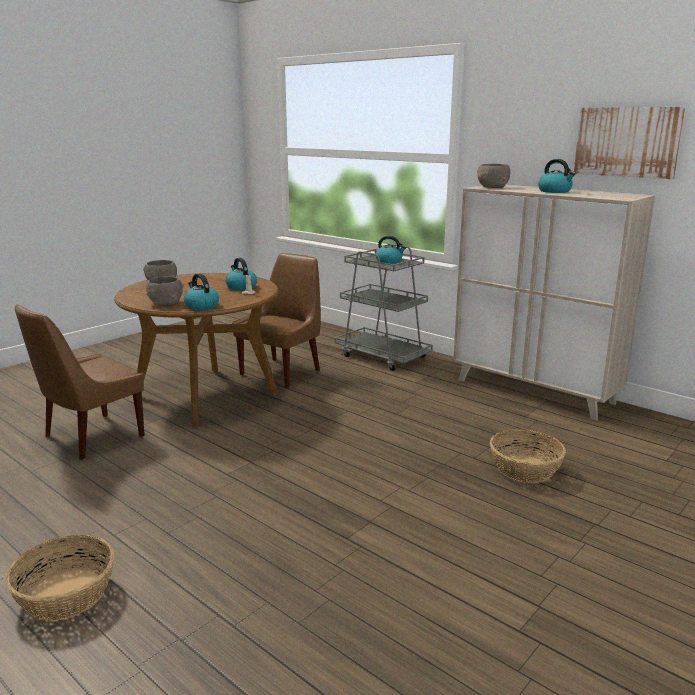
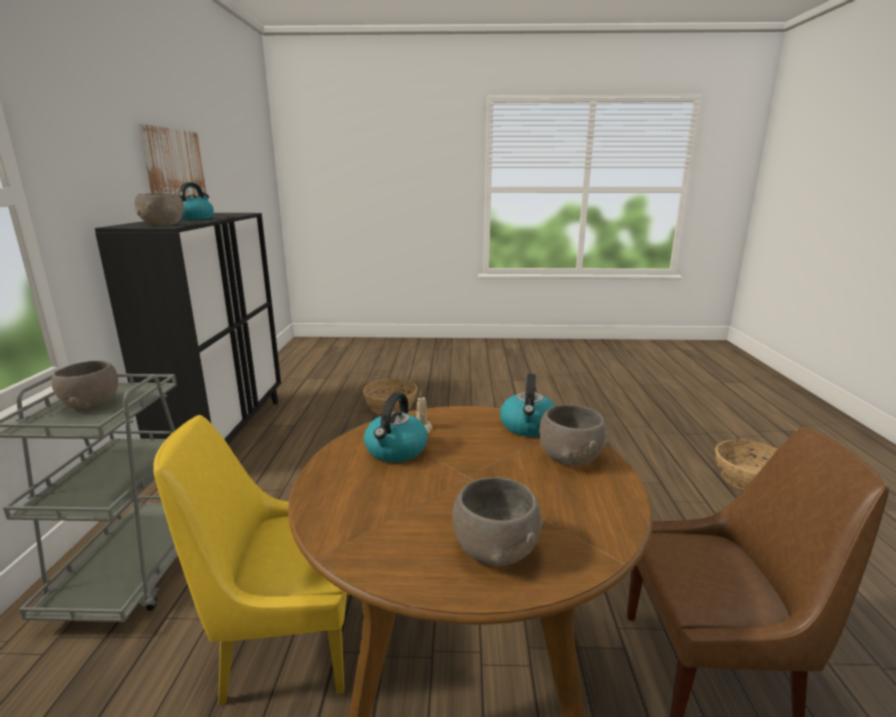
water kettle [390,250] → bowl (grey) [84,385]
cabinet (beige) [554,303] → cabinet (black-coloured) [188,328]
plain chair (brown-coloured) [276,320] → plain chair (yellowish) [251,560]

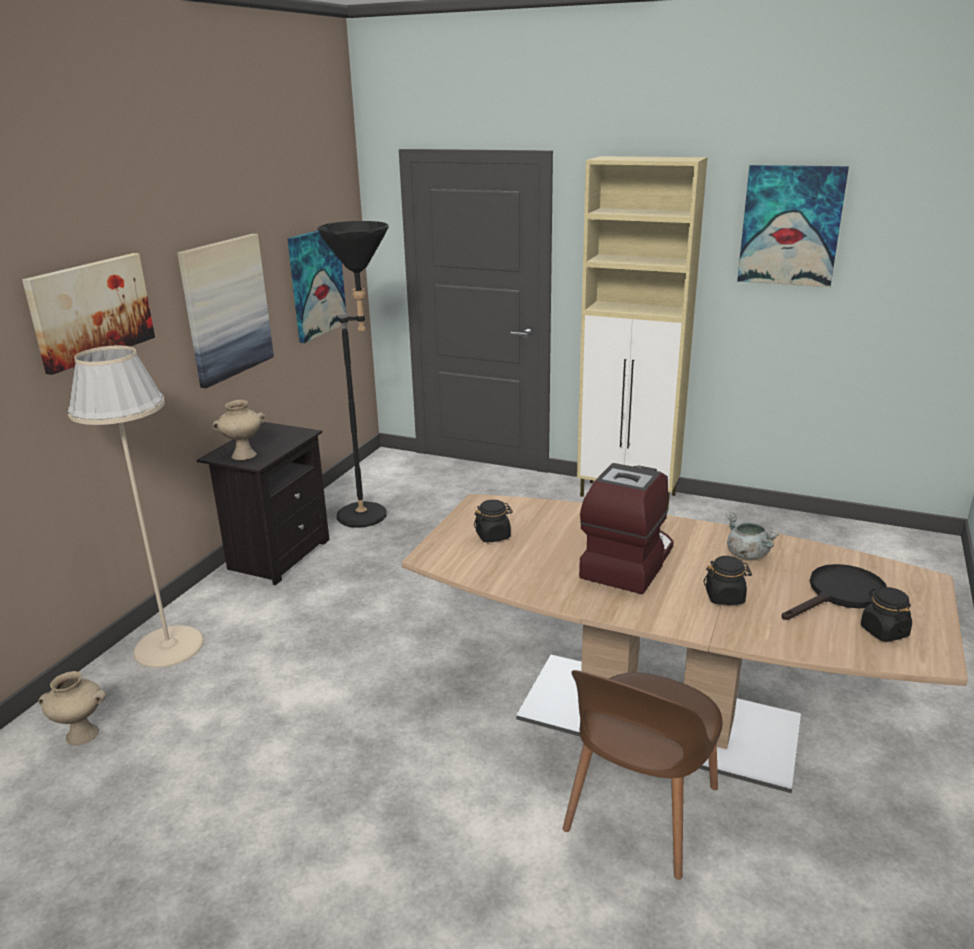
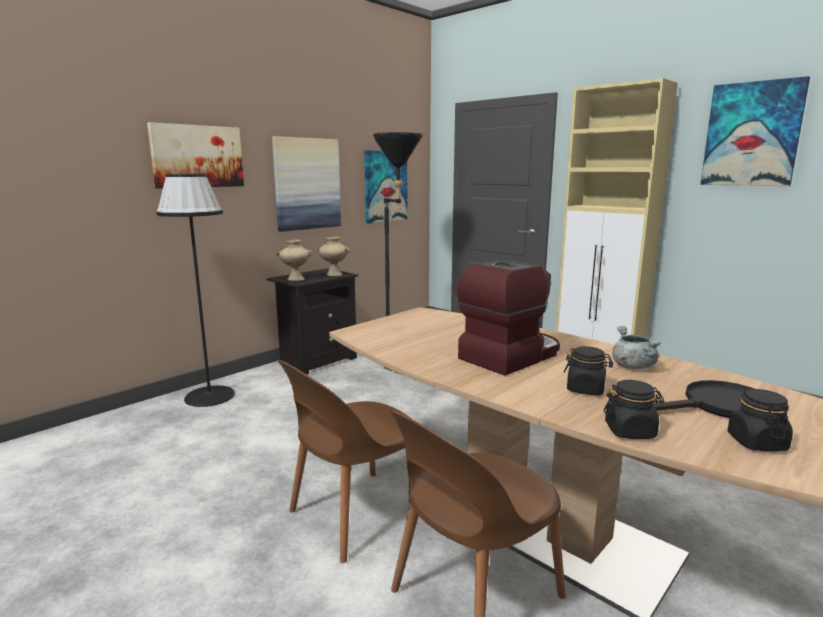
standing lamp (beige) [135,506] → standing lamp (black-coloured) [195,290]
- → plain chair (brown-coloured) [343,461]
vase (beige) [72,708] → vase (beige) [334,256], shifted
preserve jar (black-coloured) [493,521] → preserve jar (black-coloured) [634,409], shifted

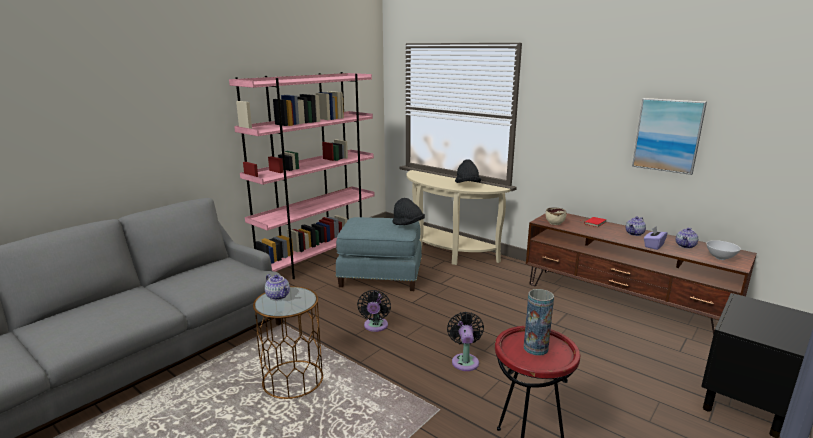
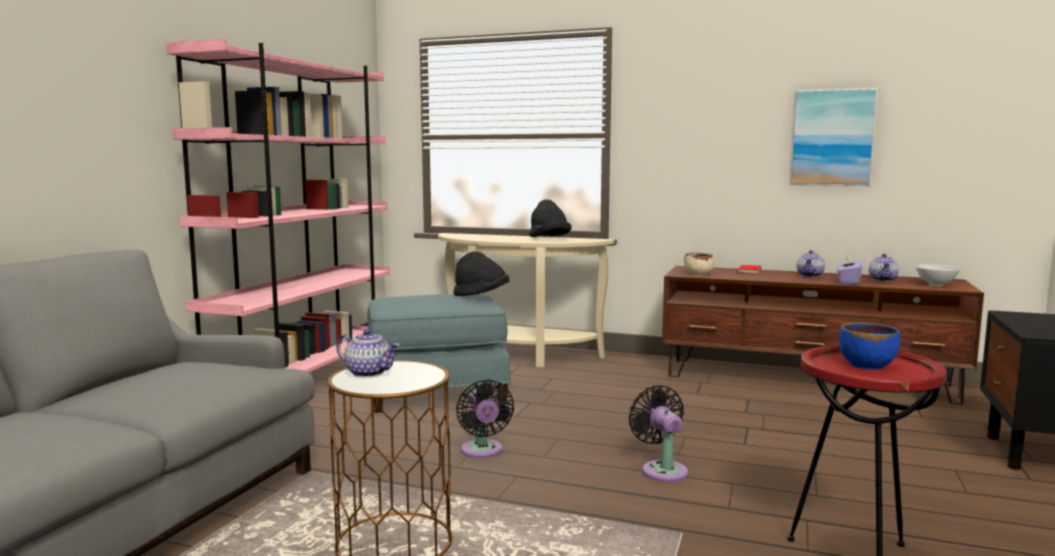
vase [539,322] → bowl (blue-coloured) [870,345]

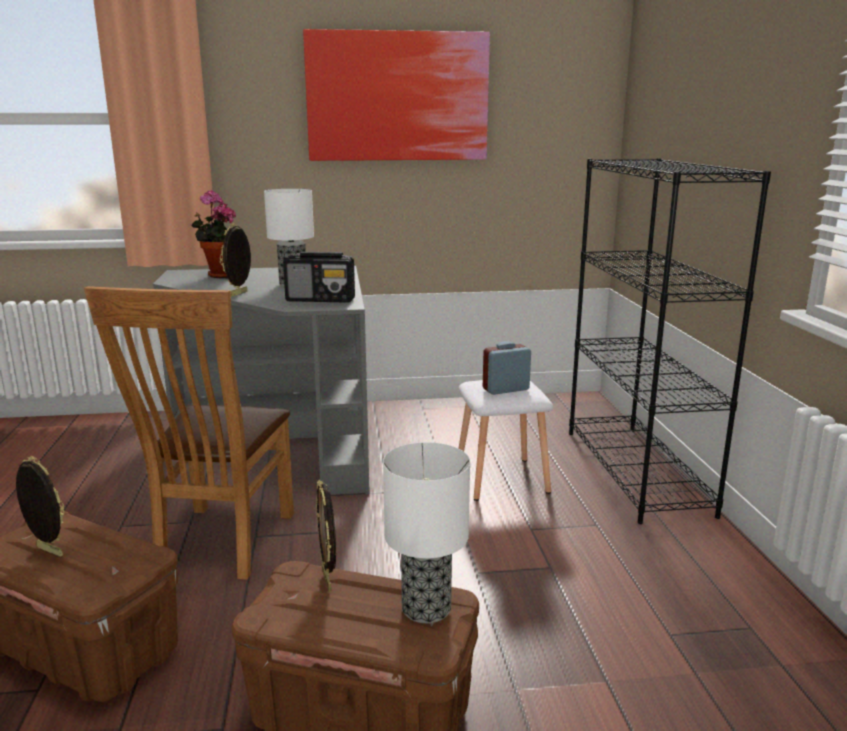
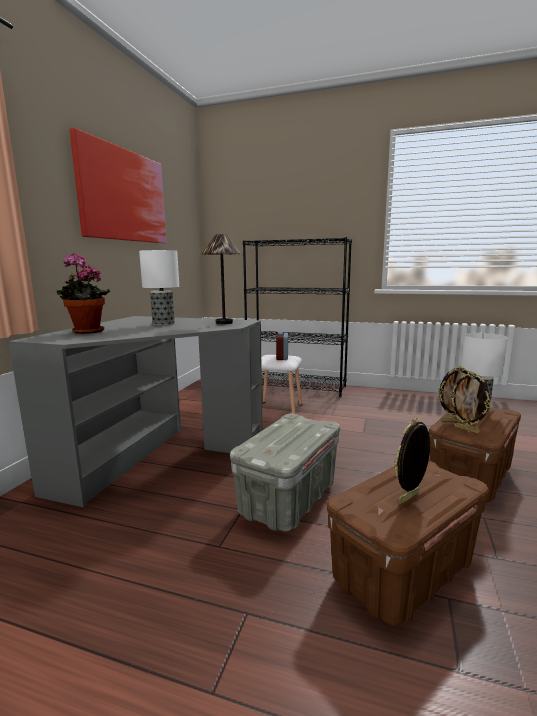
radio receiver [319,277] → lamp for a table [222,279]
plain chair (brown-coloured) [189,433] → storage box (grey) [285,473]
picture frame [235,259] → picture frame [471,402], shifted

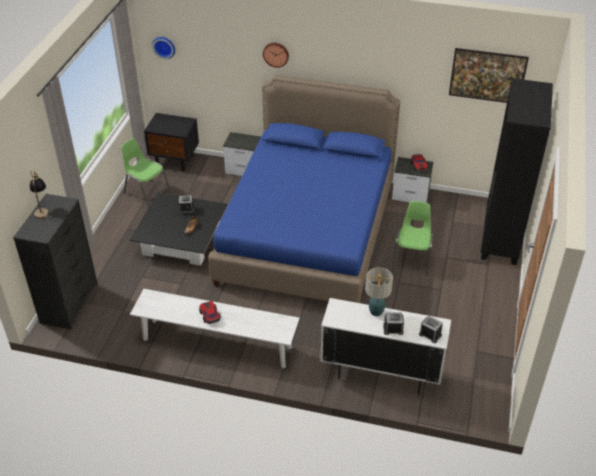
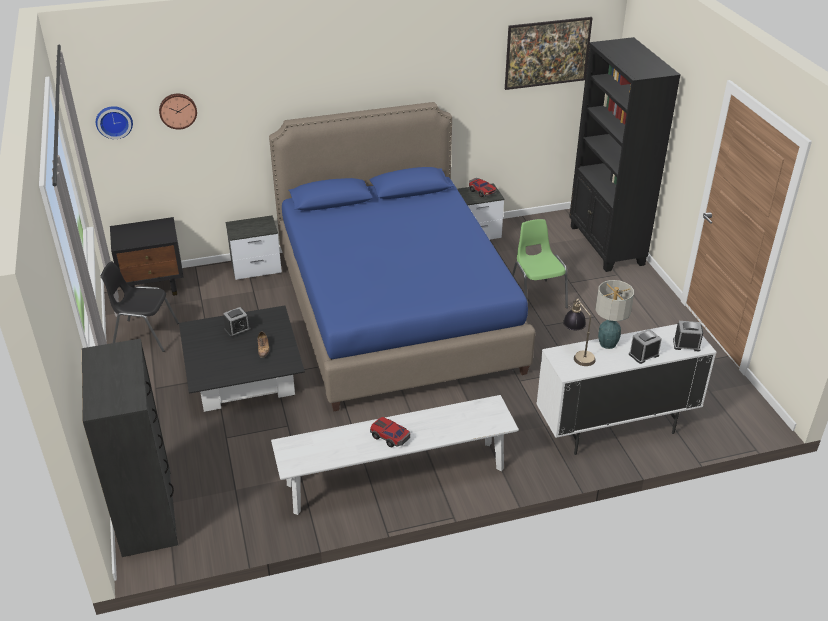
plain chair (greenish) [146,173] → plain chair (black-coloured) [140,306]
hanging clock [276,55] → hanging clock [178,112], shifted
lamp for a table [39,194] → lamp for a table [579,332], shifted

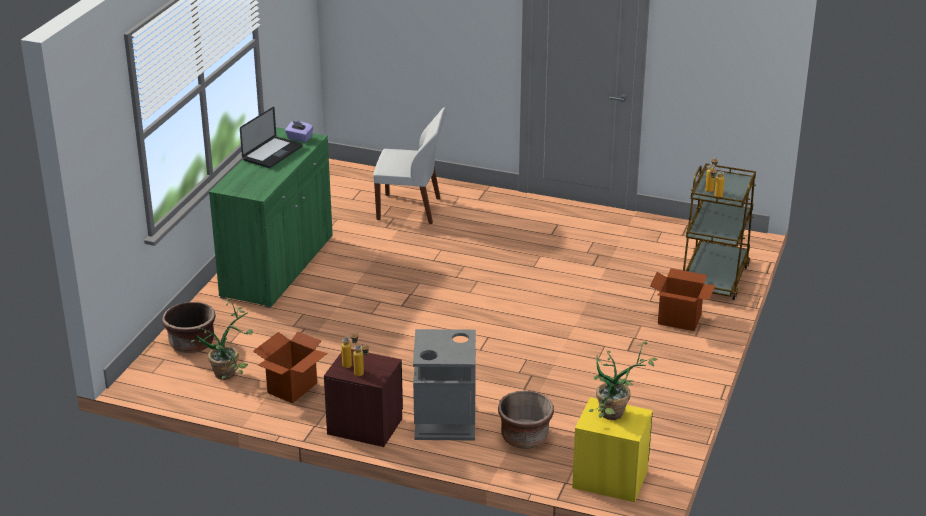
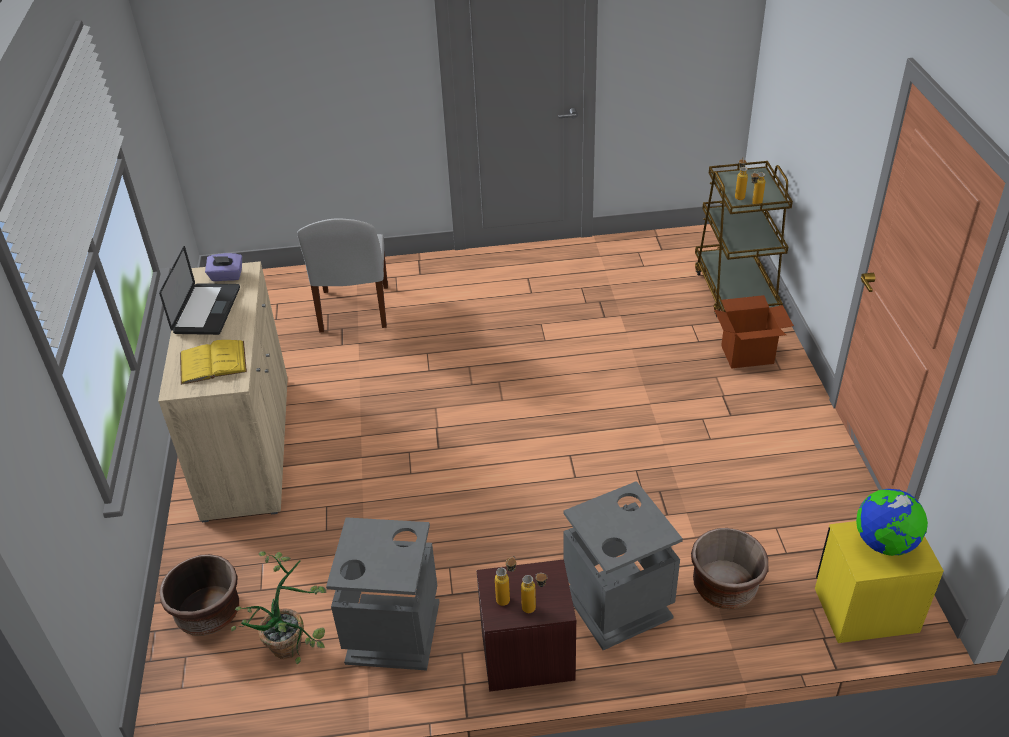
cabinet (greenish) [271,217] → cabinet (beige) [223,392]
- → volume (yellowish) [213,362]
plain chair (whitish) [409,165] → plain chair (whitish) [342,275], 105 degrees clockwise
cardboard box [290,367] → rubbish bin (grey) [383,594]
potted plant [623,381] → desk globe [892,522]

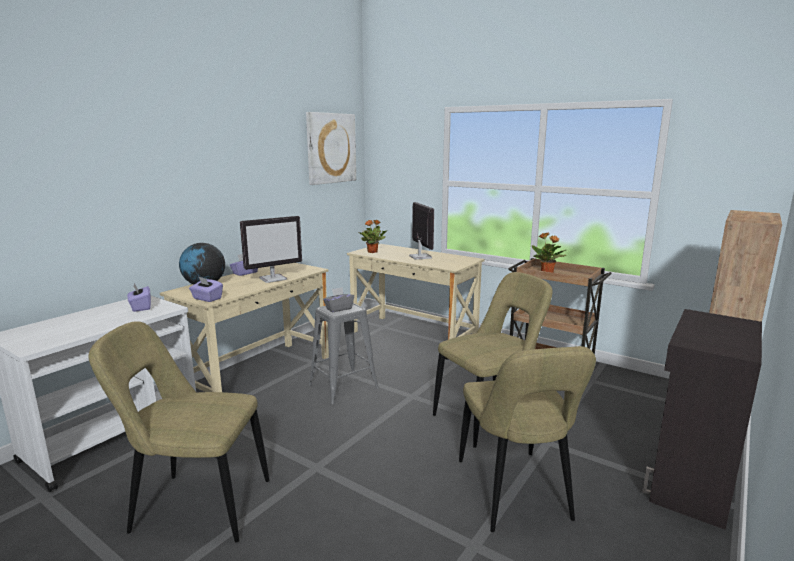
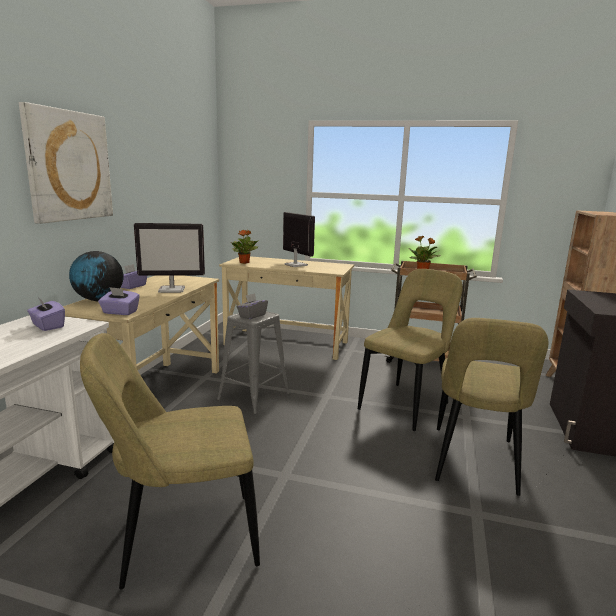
wall art [331,148] → wall art [66,163], shifted
monitor [271,249] → monitor [169,258], 45 degrees clockwise
plain chair (beige) [527,439] → plain chair (beige) [491,407], 45 degrees clockwise

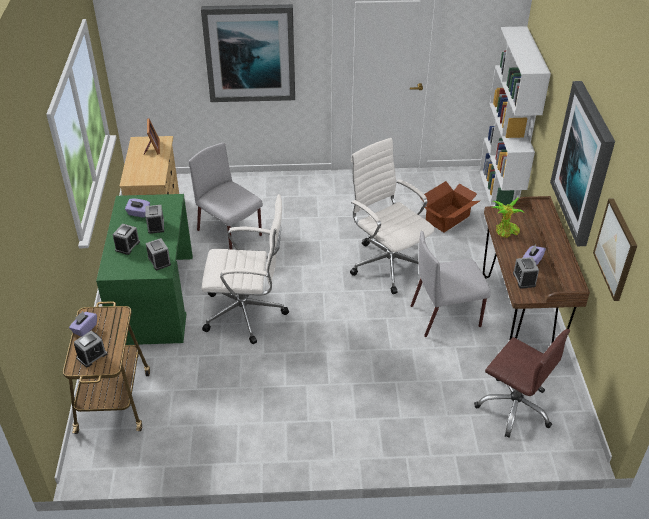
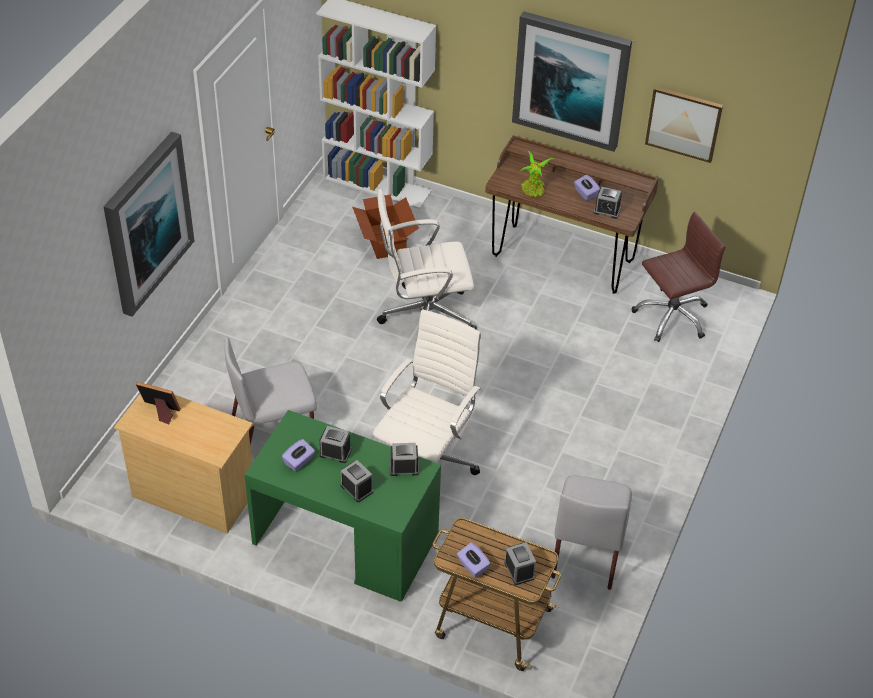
plain chair (grey) [451,284] → plain chair (grey) [591,532], shifted

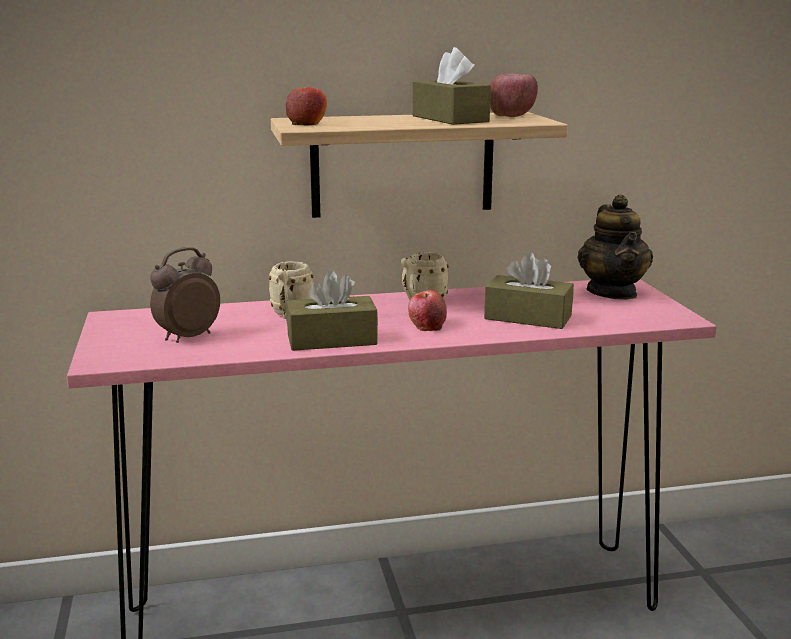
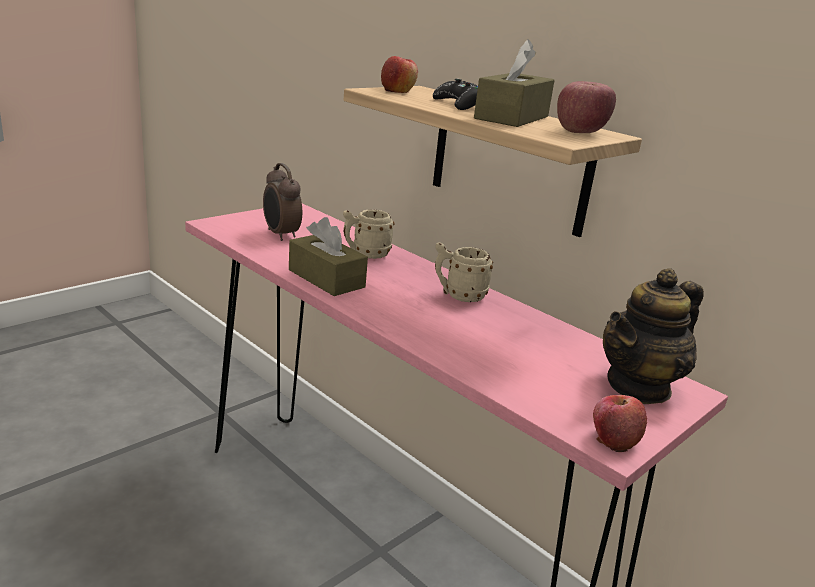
bedside clock [185,295] → bedside clock [282,202], 135 degrees counterclockwise
- → joypad (black-coloured) [455,94]
apple [427,310] → apple [620,423], shifted
tissue holder (brown-coloured) [529,290] → -

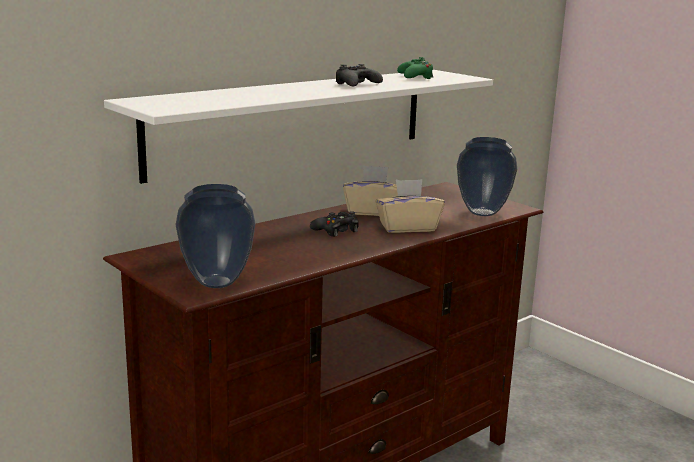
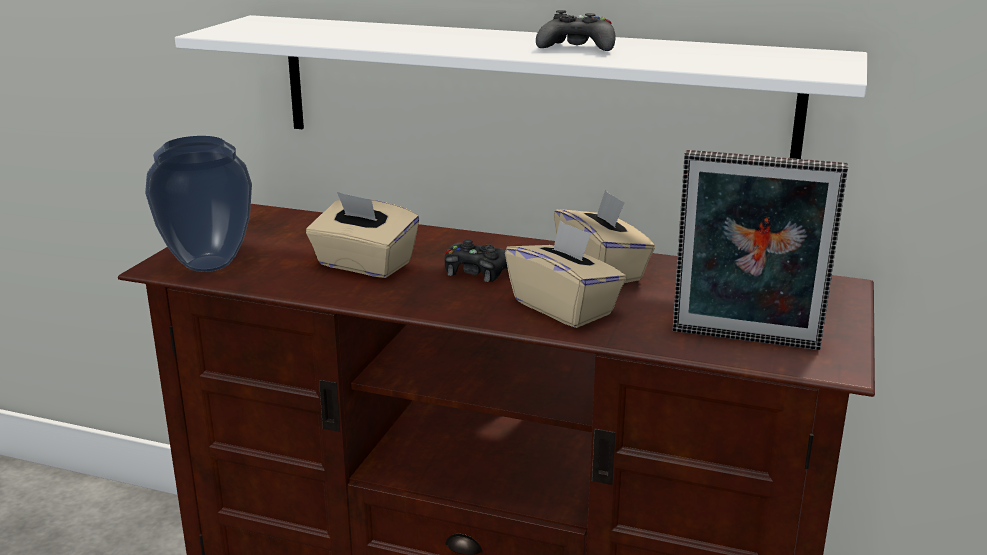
- → tissue holder (beige) [362,235]
vase [487,176] → picture frame [760,250]
joypad (greenish) [415,68] → -

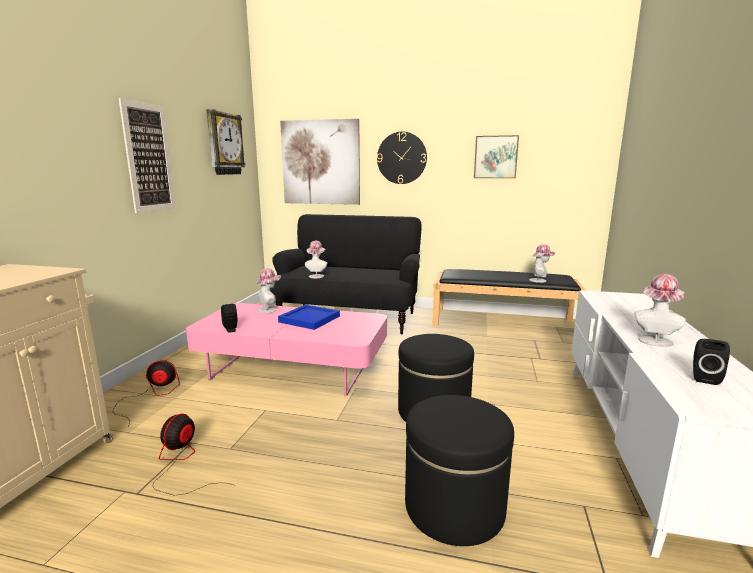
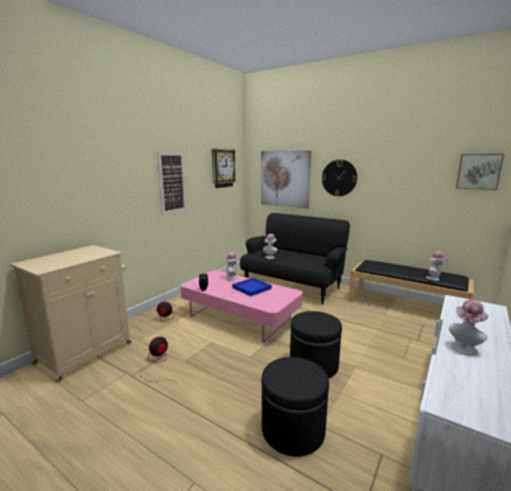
wall art [496,156] → wall art [480,172], shifted
speaker (black-coloured) [711,362] → -

